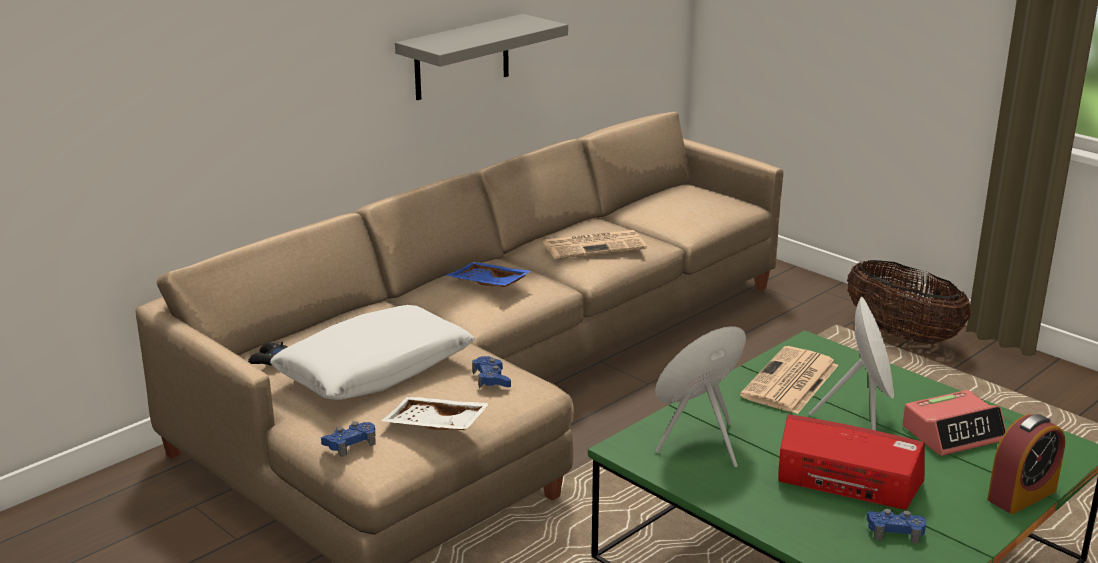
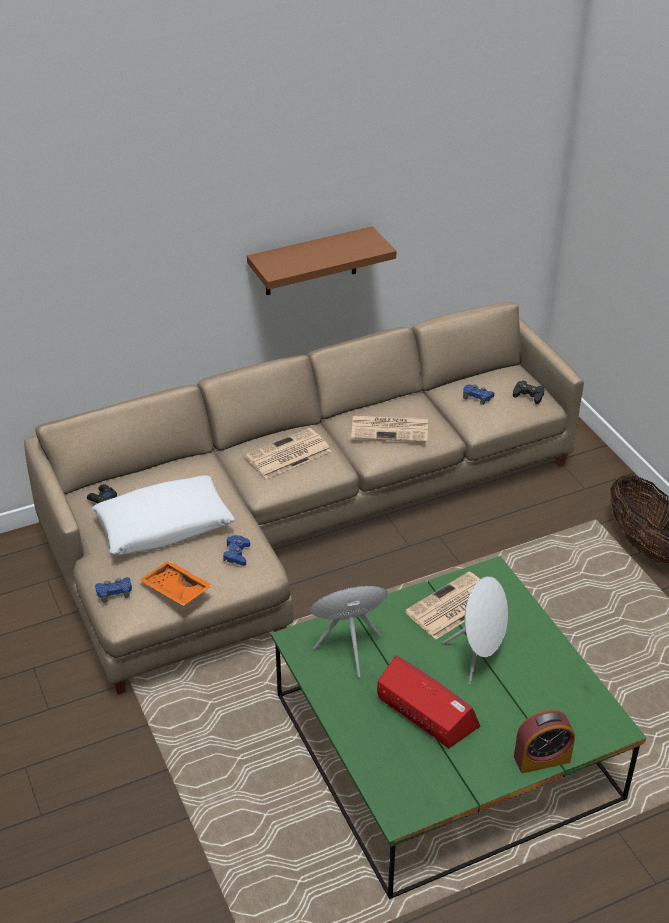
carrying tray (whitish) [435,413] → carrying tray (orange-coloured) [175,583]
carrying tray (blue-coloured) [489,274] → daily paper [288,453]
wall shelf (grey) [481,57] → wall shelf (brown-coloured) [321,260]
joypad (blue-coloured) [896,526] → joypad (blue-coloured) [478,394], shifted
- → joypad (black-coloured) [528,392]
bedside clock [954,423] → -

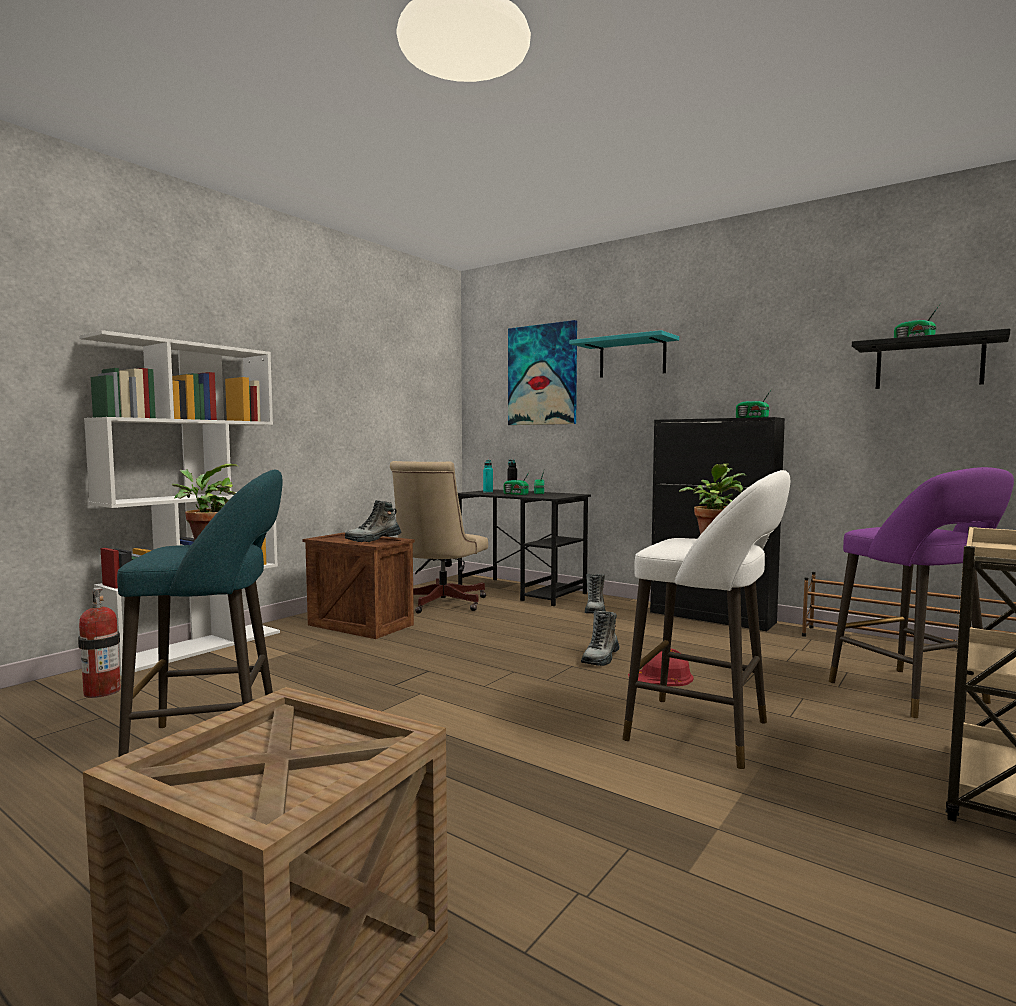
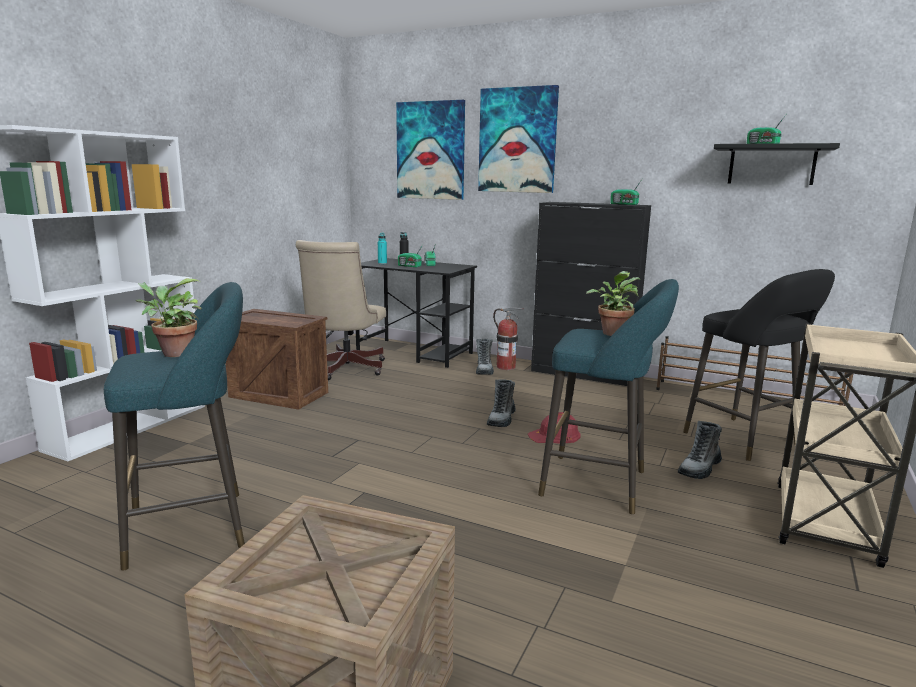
wall shelf (blue-green) [624,354] → wall art [518,139]
fire extinguisher [99,642] → fire extinguisher [508,338], shifted
sitting stool (whitish) [706,619] → sitting stool (blue-green) [608,396]
boot [373,521] → boot [700,450], shifted
sitting stool (purple) [921,592] → sitting stool (black-coloured) [759,365]

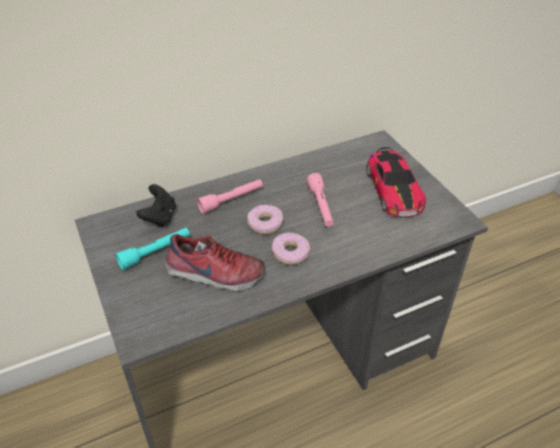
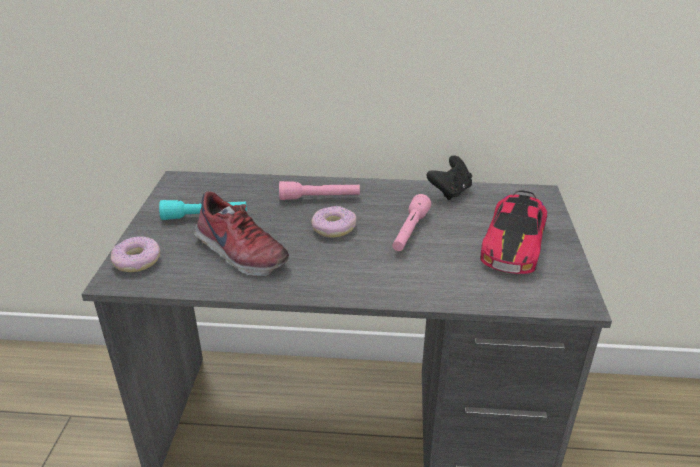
doughnut [291,248] → doughnut [136,254], shifted
joypad (black-coloured) [156,206] → joypad (black-coloured) [449,177], shifted

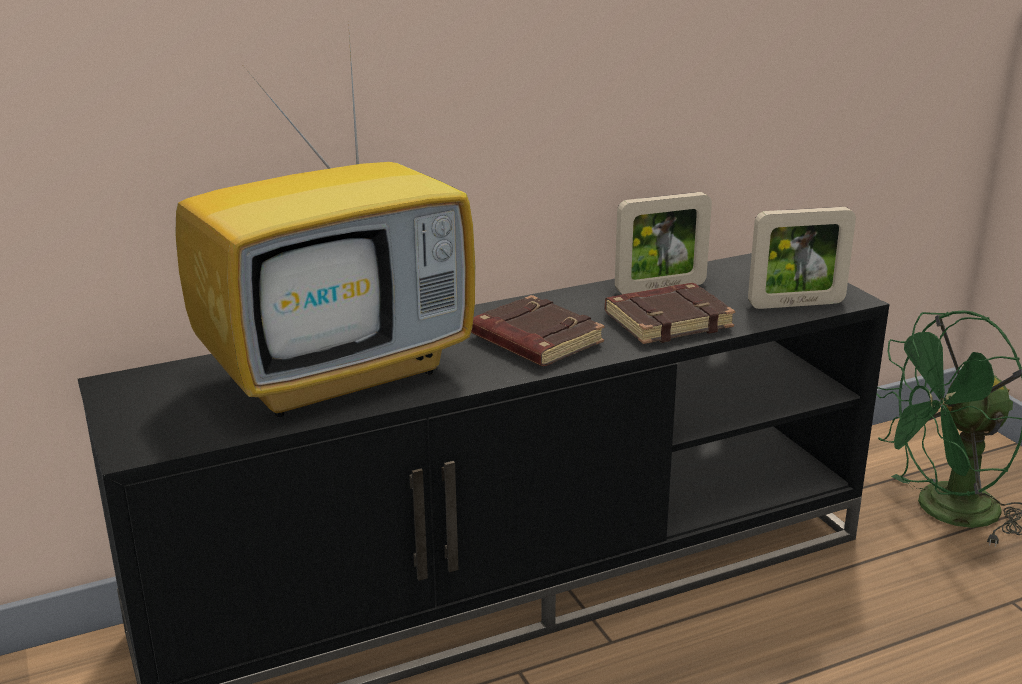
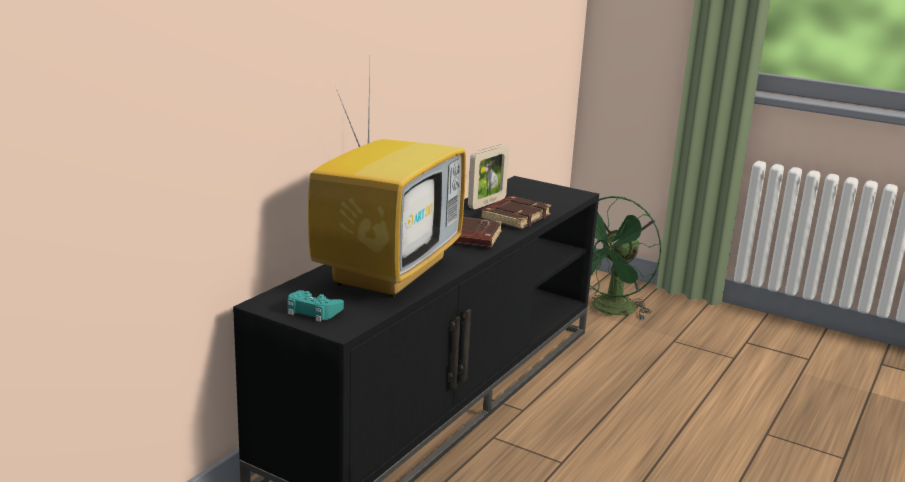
- → joypad (blue-green) [316,306]
picture frame [802,258] → -

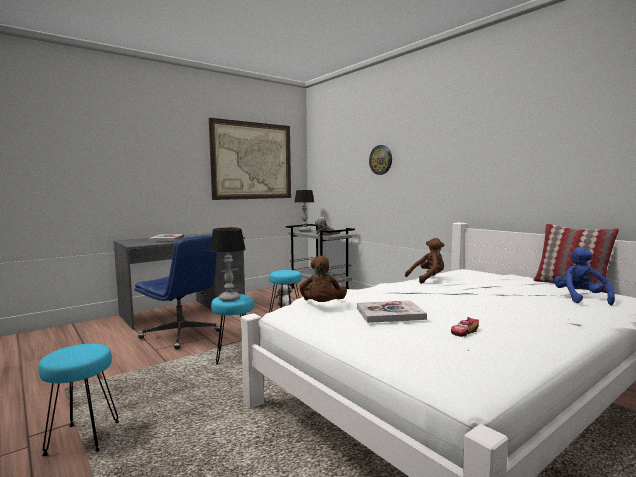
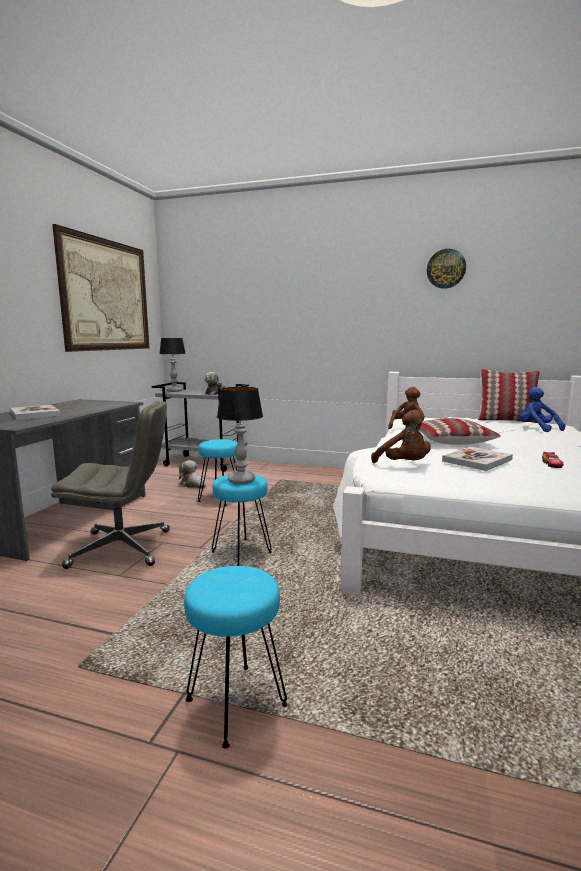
desk chair (blue-coloured) [177,292] → desk chair (grey) [110,485]
- → throw pillow [460,431]
hanging clock [380,160] → hanging clock [446,269], shifted

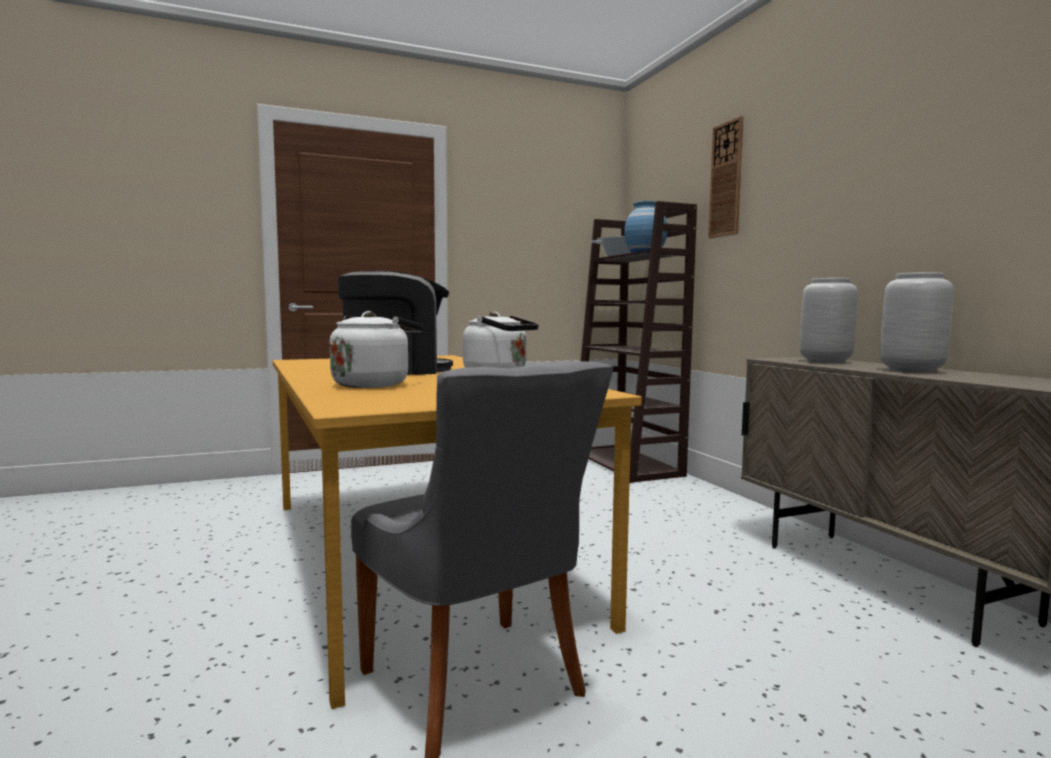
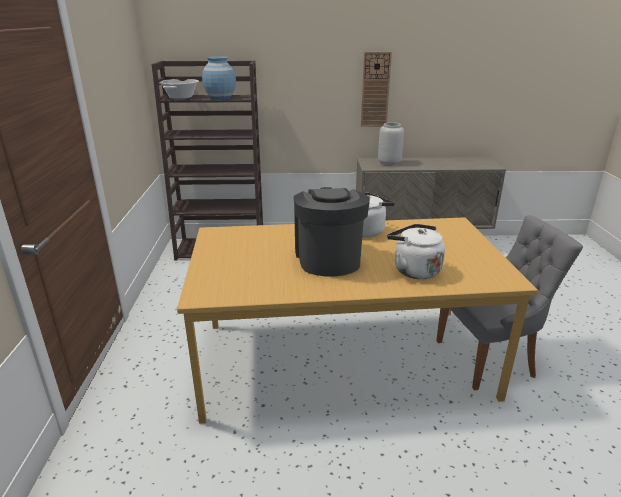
hanging clock [726,177] → hanging clock [376,89], shifted
vase (grey) [916,322] → -

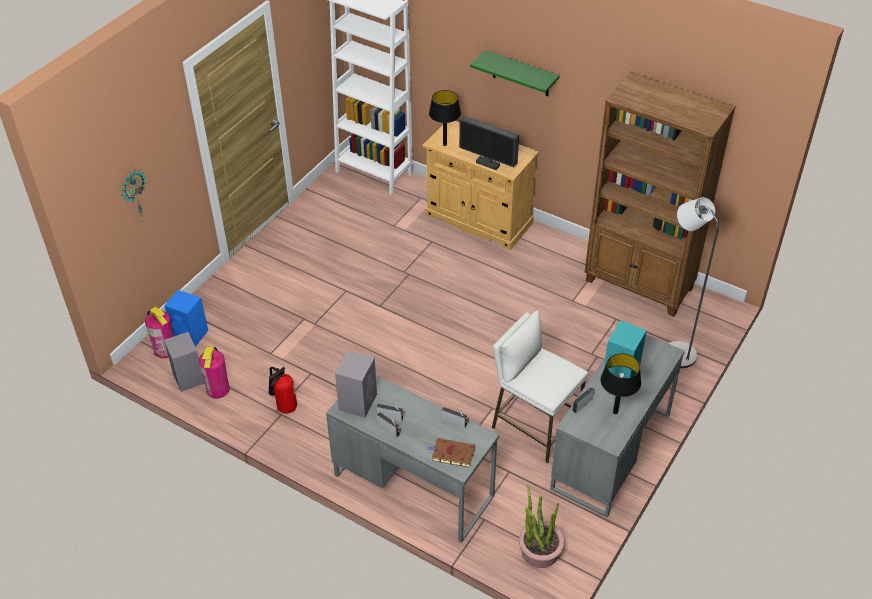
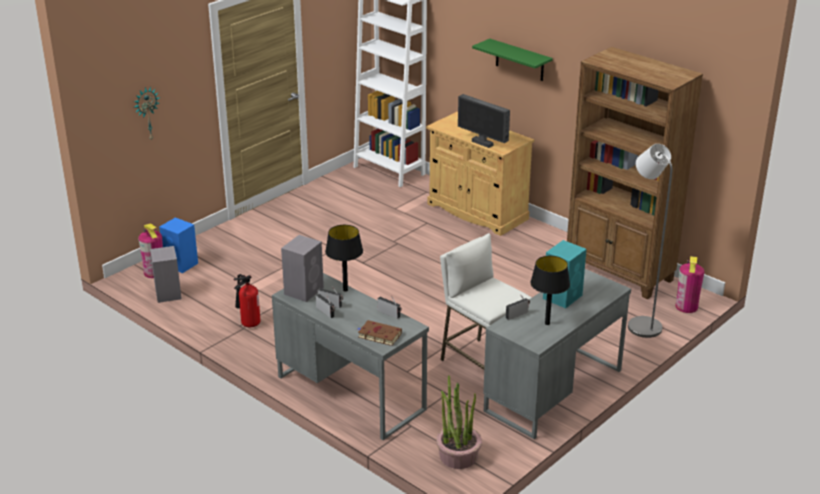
lamp for a table (black-coloured) [445,118] → lamp for a table (black-coloured) [344,258], shifted
fire extinguisher [214,373] → fire extinguisher [689,284], shifted

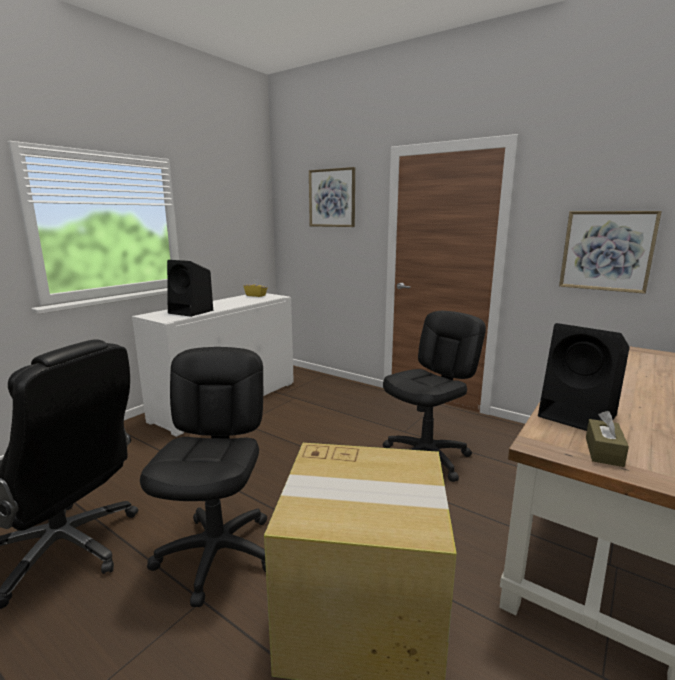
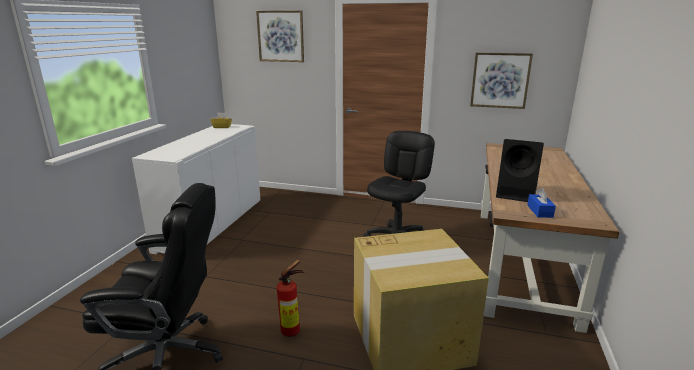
desk chair (black-coloured) [203,477] → fire extinguisher [290,298]
tissue holder (brown-coloured) [607,439] → tissue holder (blue-coloured) [541,203]
speaker (black-coloured) [190,288] → -

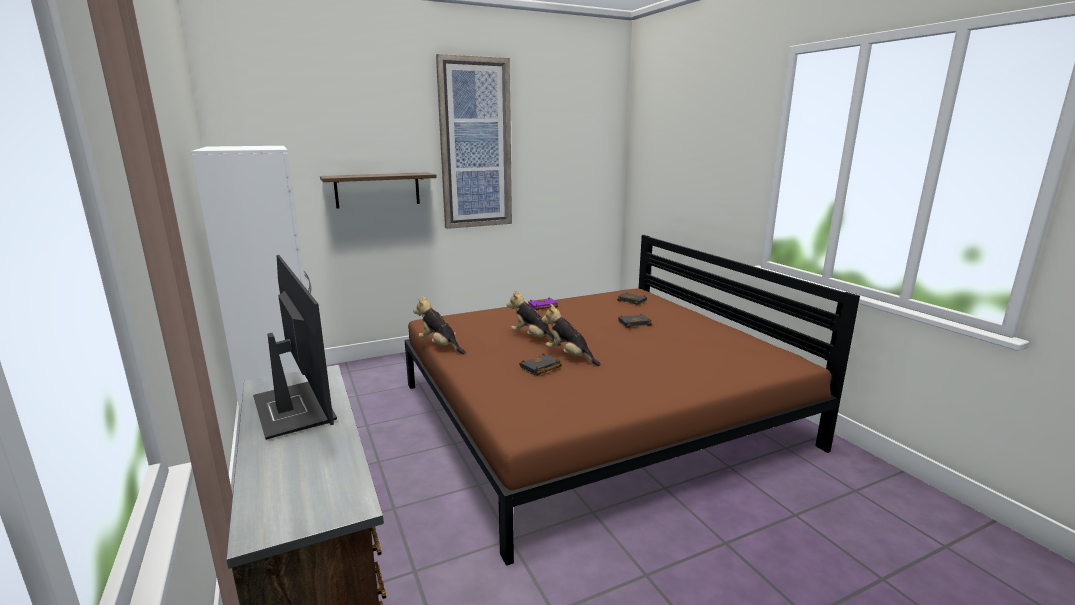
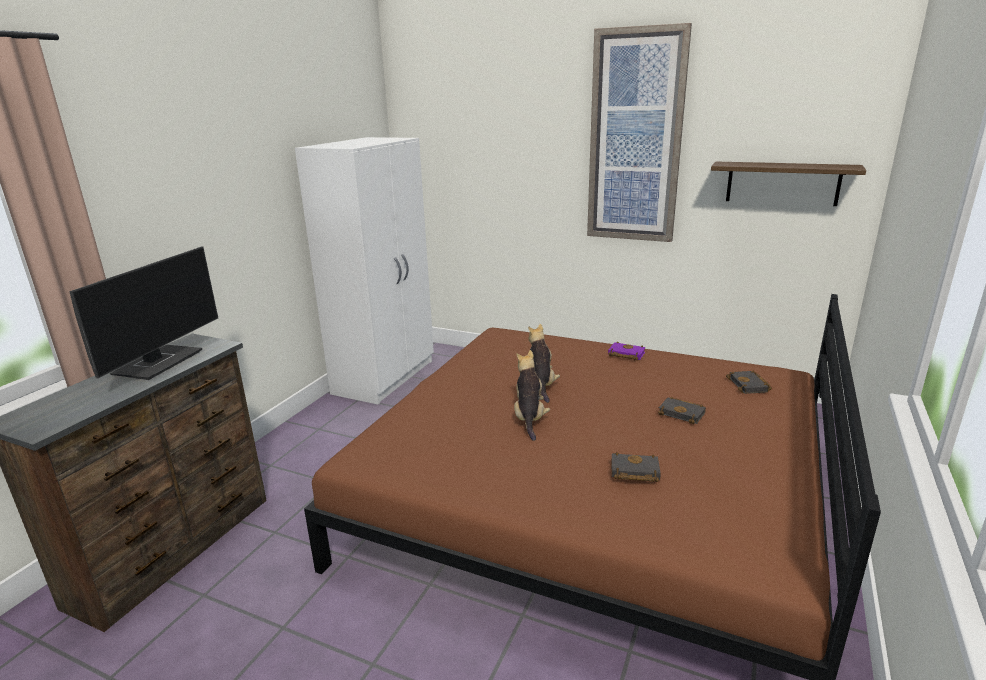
volume (black-coloured) [540,364] → volume (black-coloured) [636,467], shifted
wall shelf [378,190] → wall shelf [788,184], shifted
soft toy [439,325] → -

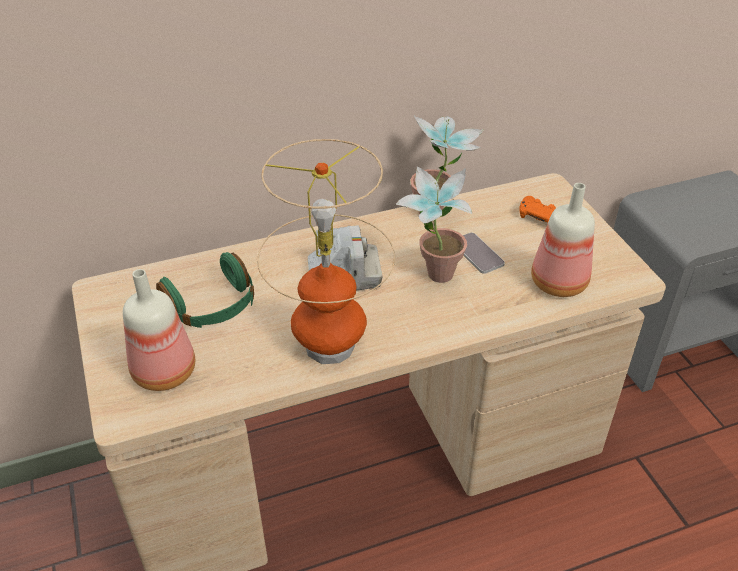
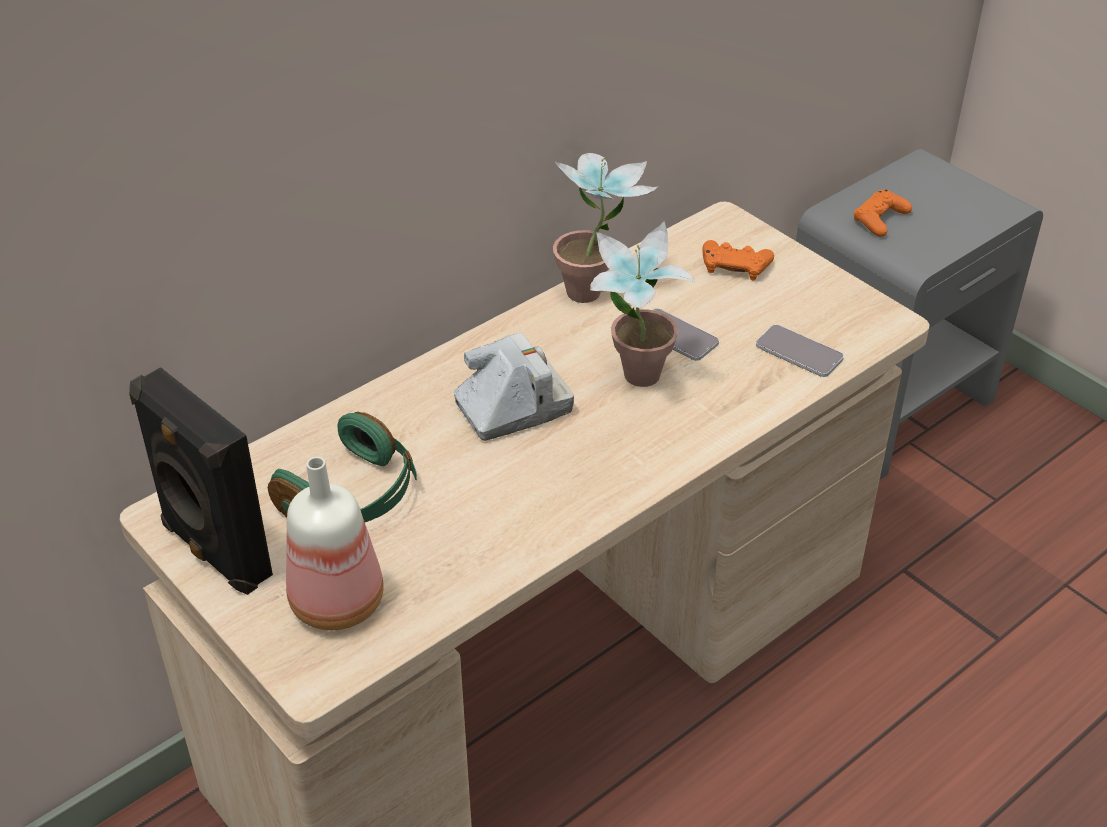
- → speaker (black-coloured) [201,481]
bottle [563,240] → telephone [800,351]
- → joypad (orange-coloured) [883,213]
lamp for a table [326,251] → -

